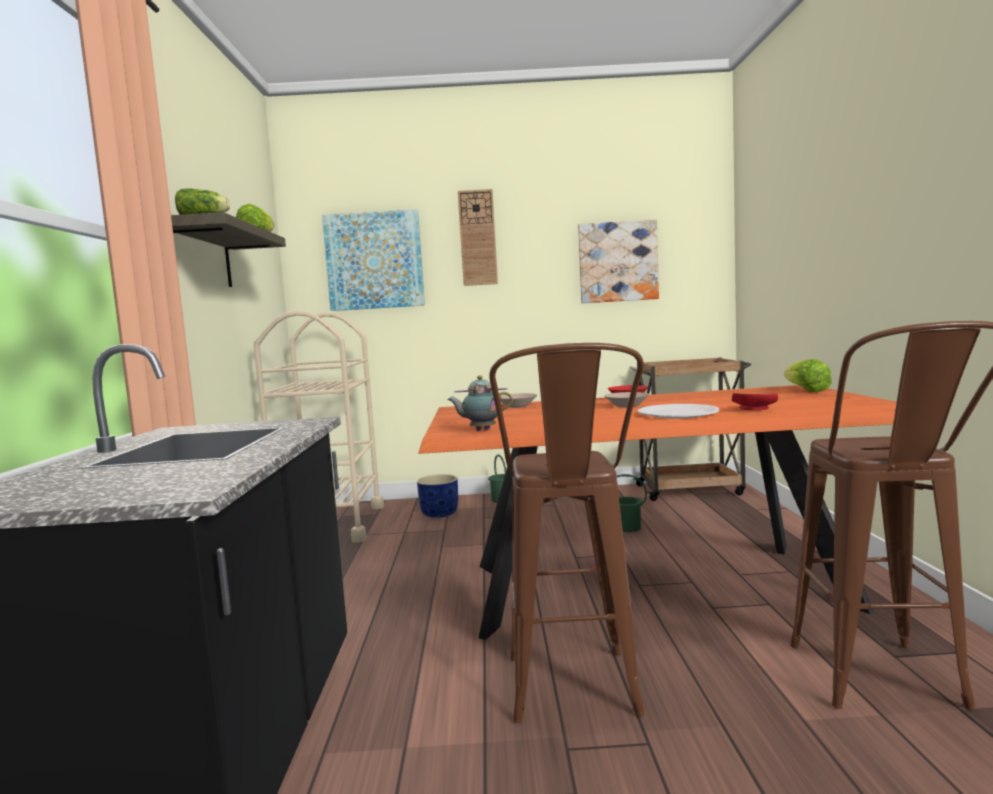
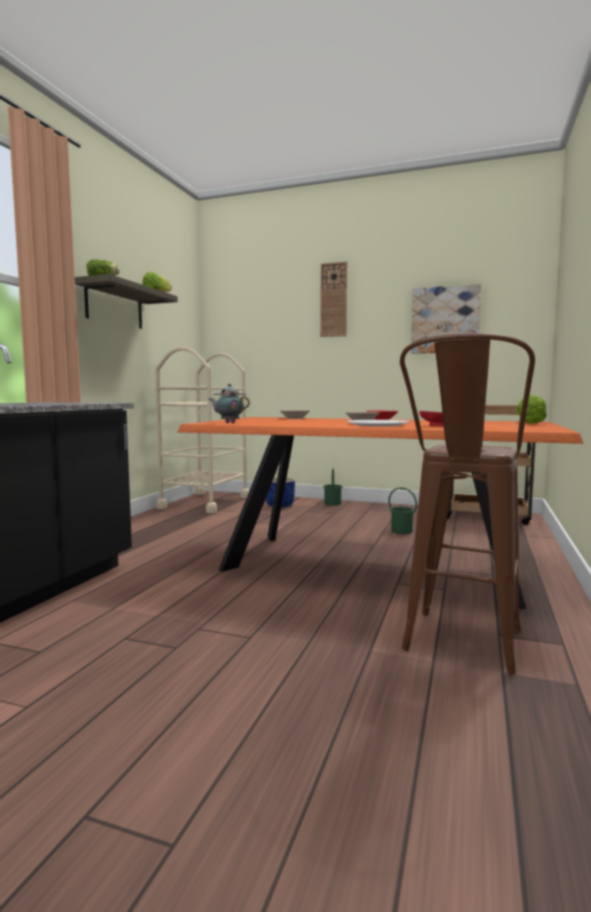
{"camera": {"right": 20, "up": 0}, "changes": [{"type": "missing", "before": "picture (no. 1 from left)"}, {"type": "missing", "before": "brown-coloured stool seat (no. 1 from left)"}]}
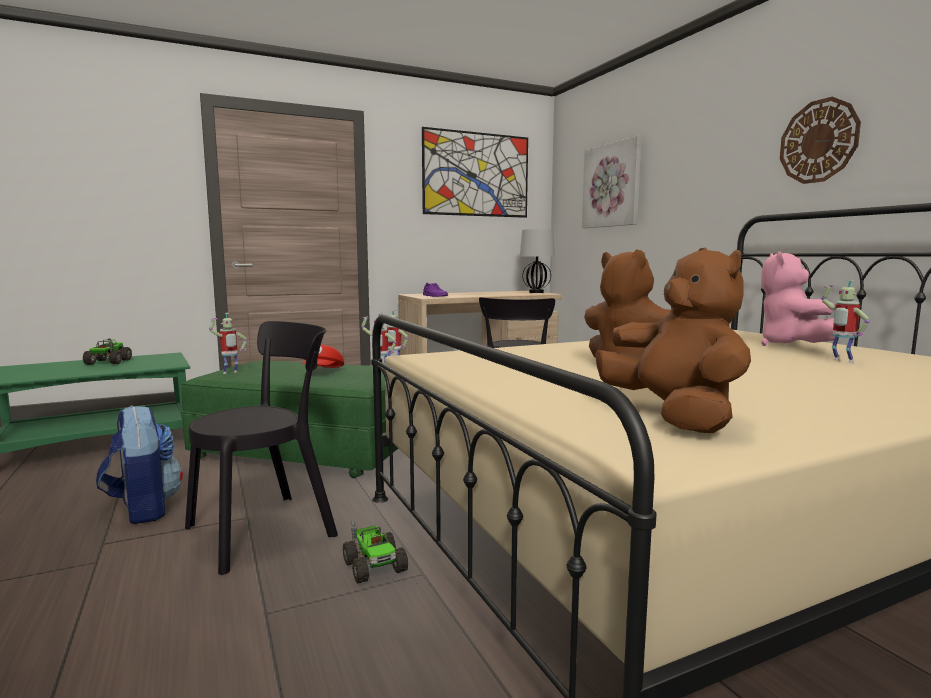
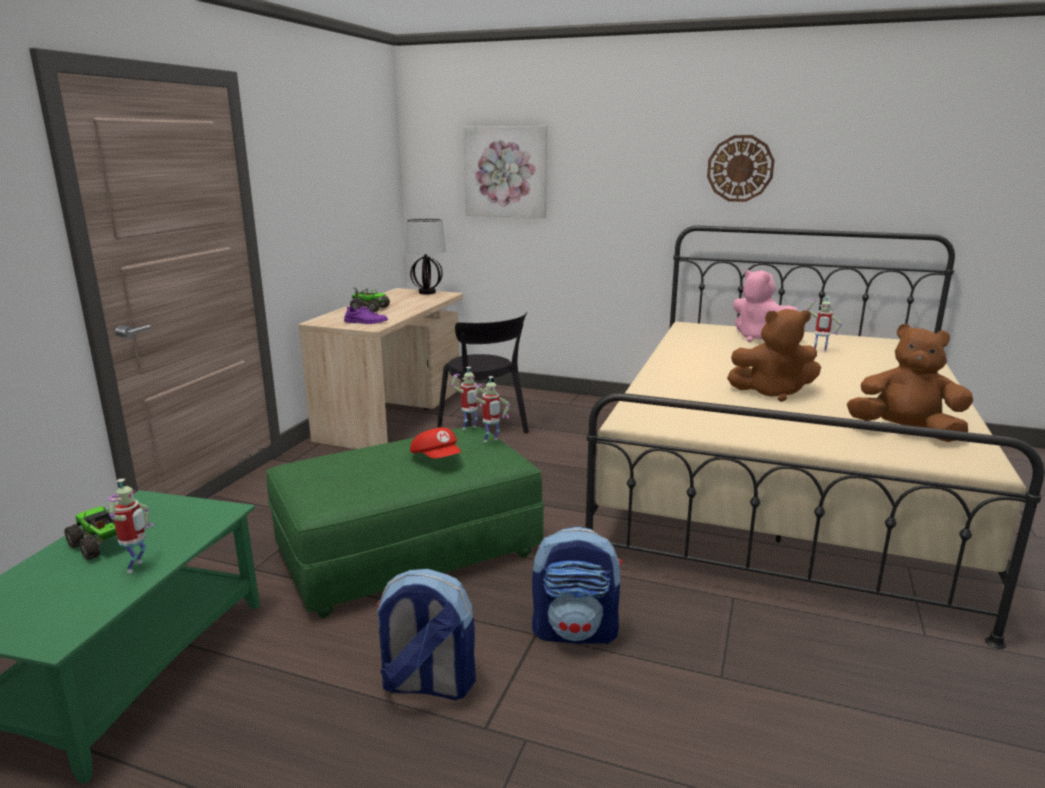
{"camera": {"right": -45, "up": 10}, "changes": [{"type": "missing", "before": "picture (no. 1 from left)"}, {"type": "relocated", "before": "toy robot (no. 1 from left)"}, {"type": "relocated", "before": "toy truck (no. 2 from left)"}, {"type": "exchanged", "before": "black-coloured plain chair (no. 1 from left)", "after": "backpack (no. 2 from left)"}]}
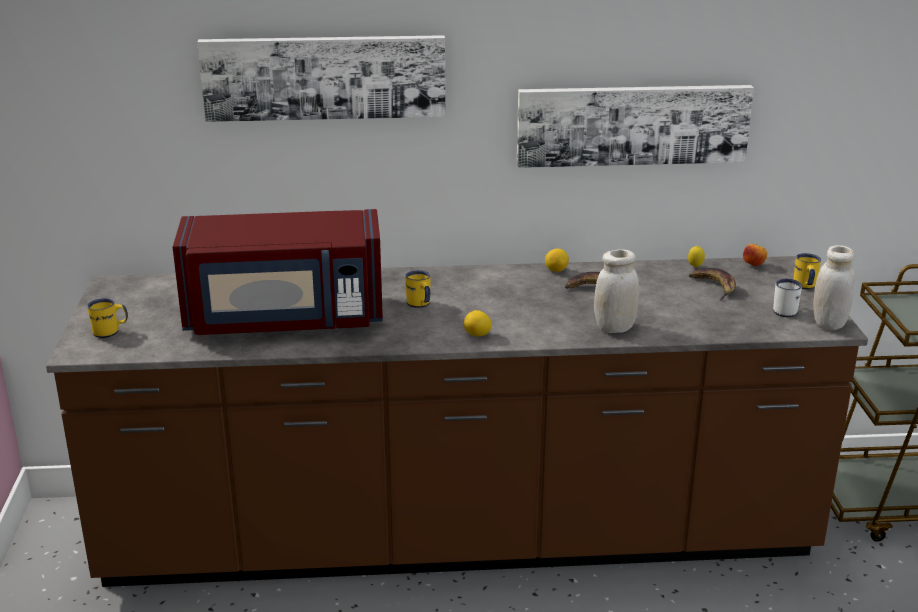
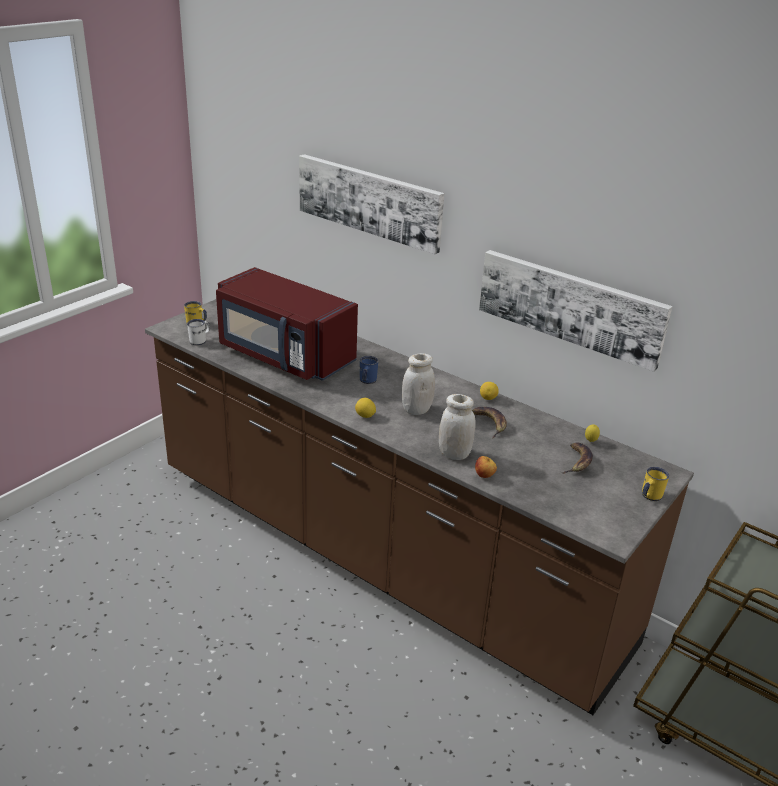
{"camera": {"right": 40, "up": 5}, "changes": [{"type": "relocated", "before": "apple fruit"}, {"type": "relocated", "before": "white-coloured mug"}, {"type": "relocated", "before": "white-coloured storage jar (no. 2 from left in the first image)", "after": "white-coloured storage jar (no. 1 from left)"}, {"type": "colour", "before": "yellow-coloured mug (no. 2 from left)", "after": "blue mug"}]}
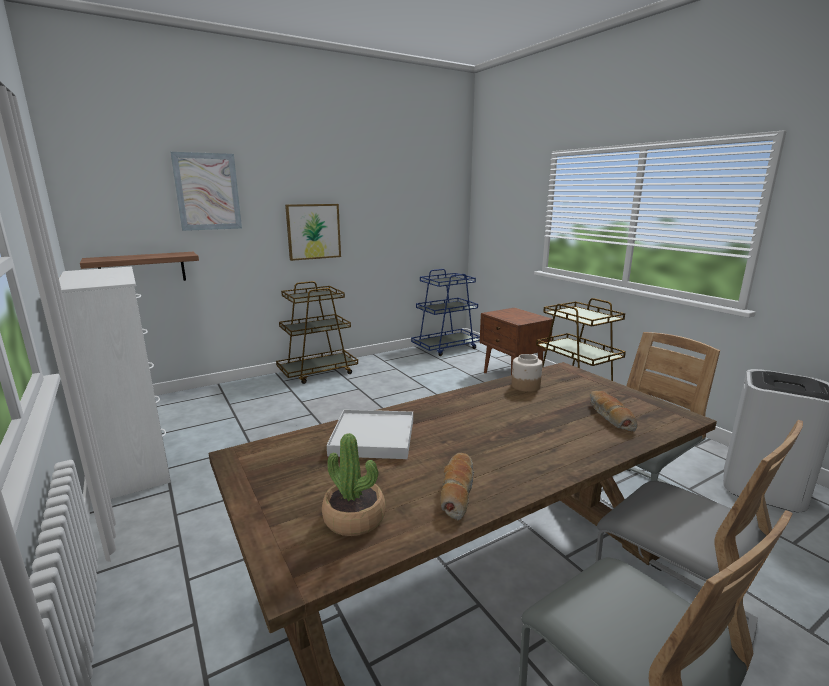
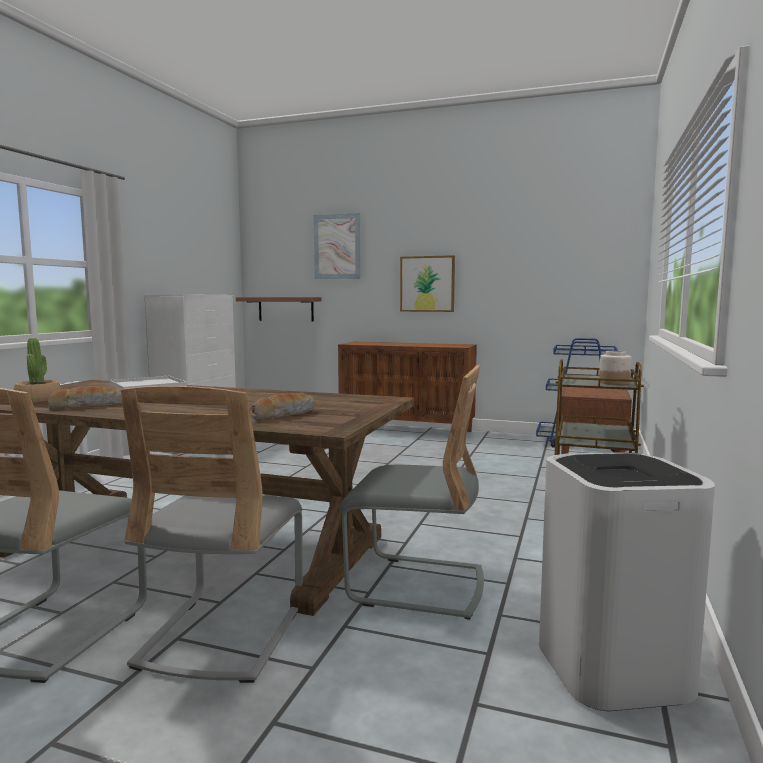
{"camera": {"right": 50, "up": -10}, "changes": [{"type": "relocated", "before": "storage jar"}, {"type": "exchanged", "before": "brown-coloured wheeled cart (no. 1 from left)", "after": "brown-coloured cupboard"}]}
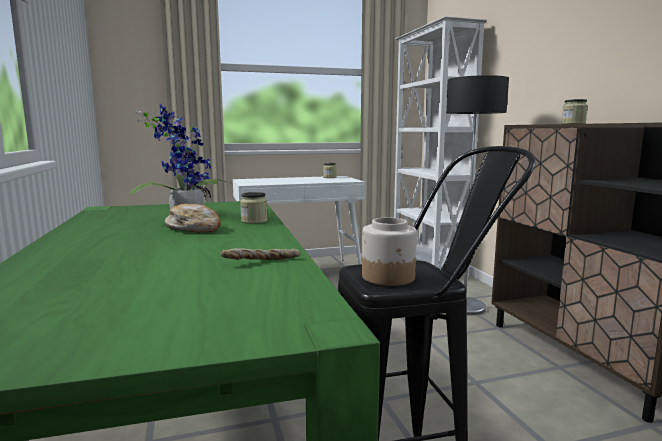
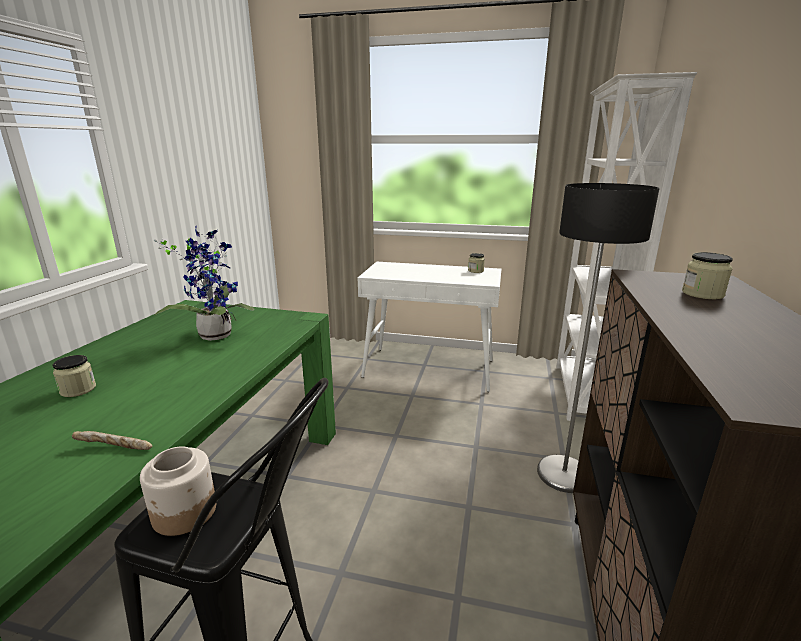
{"camera": {"right": 30, "up": 10}, "changes": [{"type": "missing", "before": "bread (no. 1 from left)"}, {"type": "relocated", "before": "storage jar (no. 1 from left)"}]}
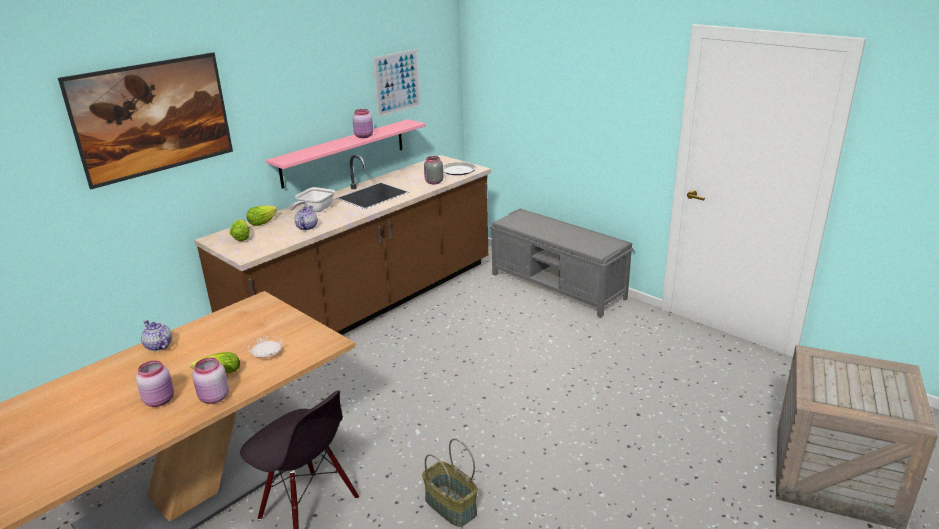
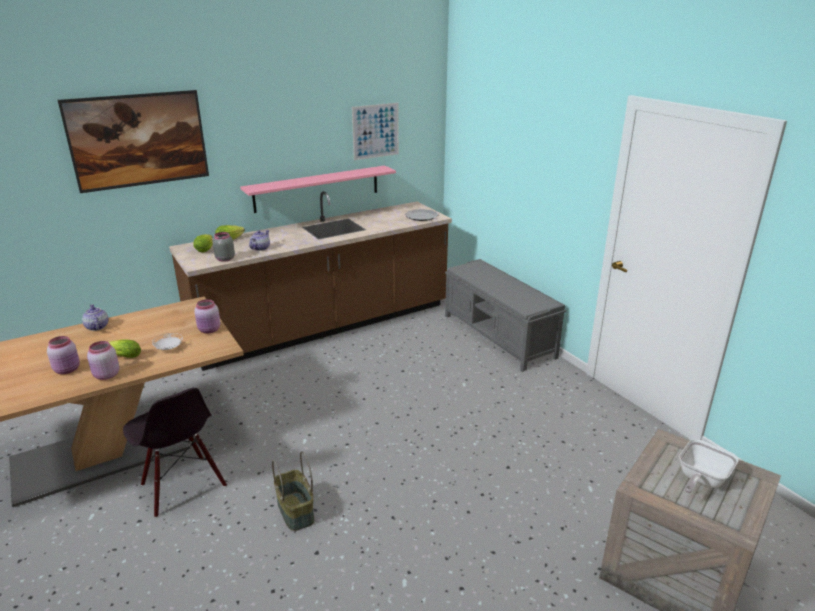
{"camera": {"right": 15, "up": 0}, "changes": [{"type": "relocated", "before": "skillet"}, {"type": "relocated", "before": "pink-coloured storage jar (no. 3 from left)"}, {"type": "relocated", "before": "greyish storage jar"}]}
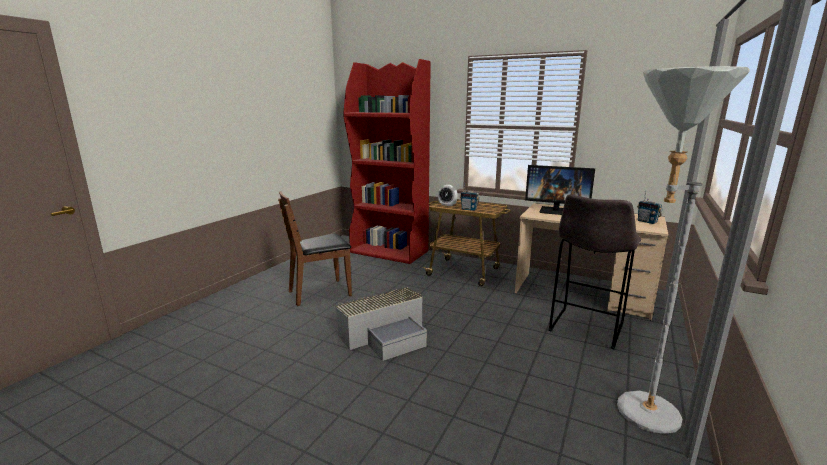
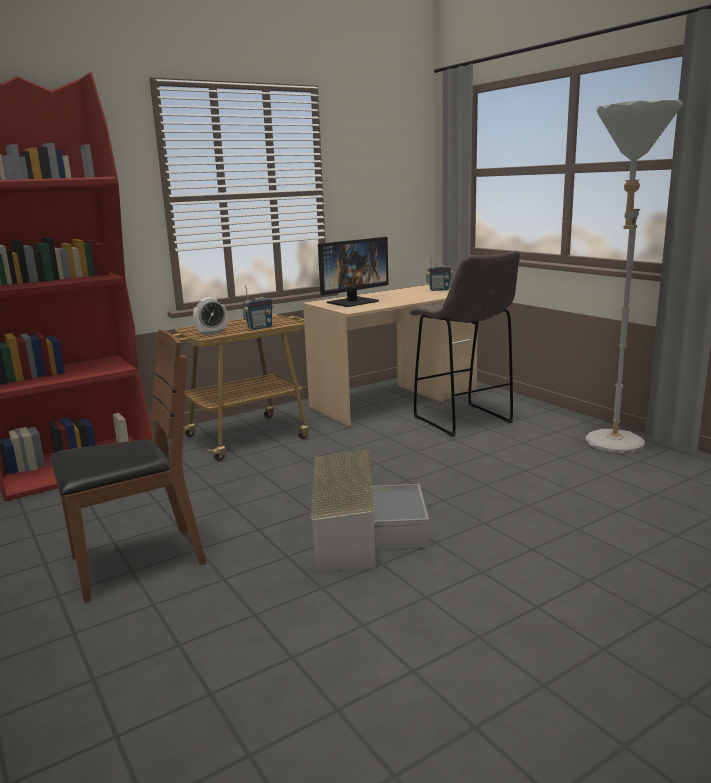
{"camera": {"right": -60, "up": 0}, "changes": [{"type": "spun", "before": "brown-coloured plain chair", "turn": -120}]}
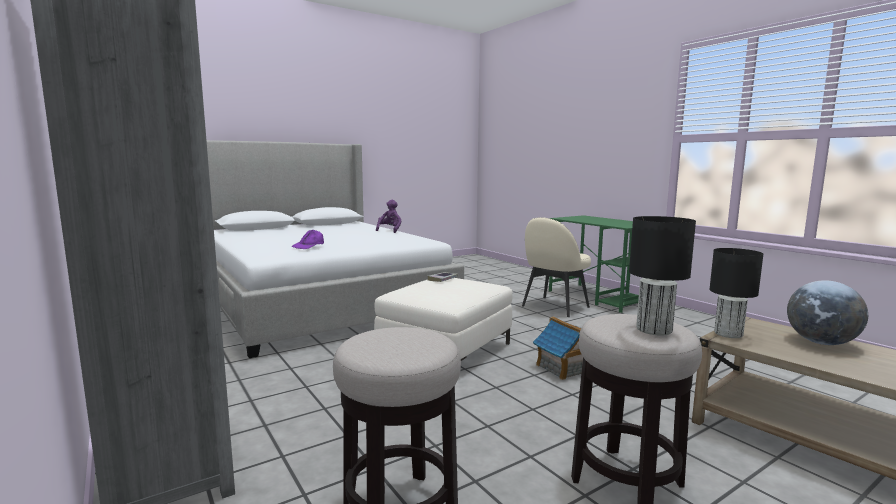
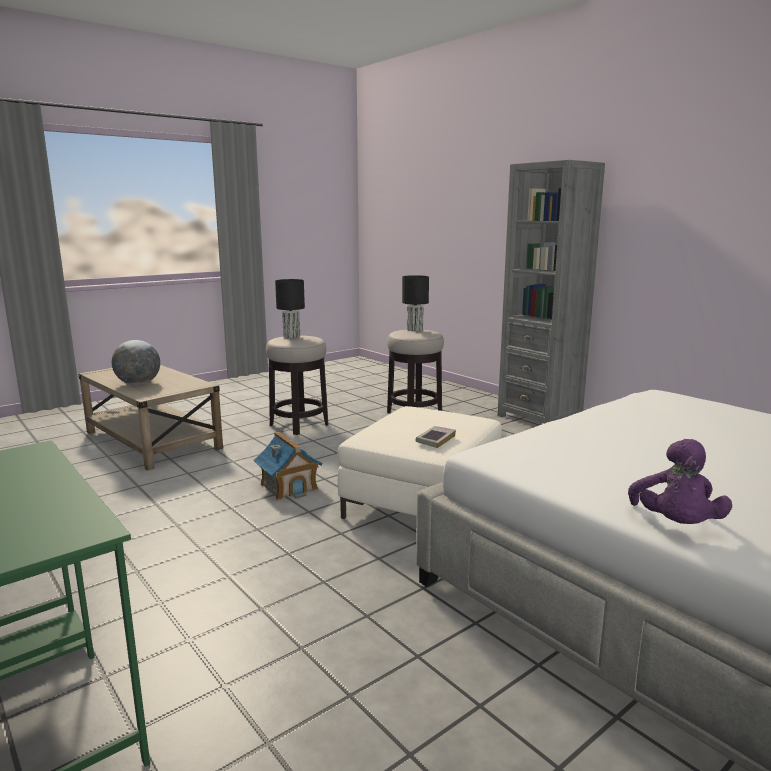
{"camera": {"right": 175, "up": 5}, "changes": [{"type": "missing", "before": "purplish baseball cap"}, {"type": "missing", "before": "beige-coloured plain chair"}, {"type": "relocated", "before": "black-coloured table lamp (no. 2 from left)"}]}
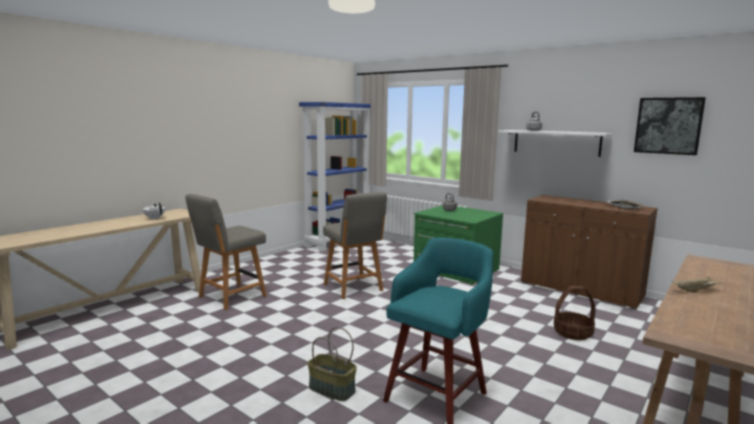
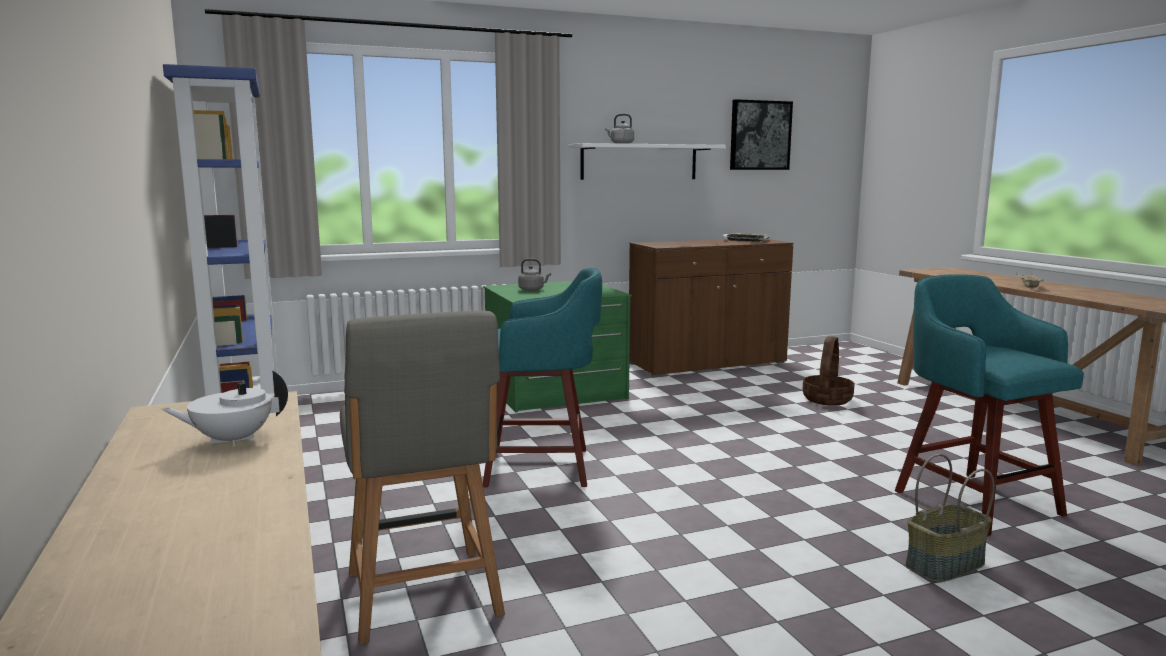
{"camera": {"right": -60, "up": 0}, "changes": [{"type": "exchanged", "before": "greyish plain chair (no. 2 from left)", "after": "turquoise stool seat (no. 1 from left)"}]}
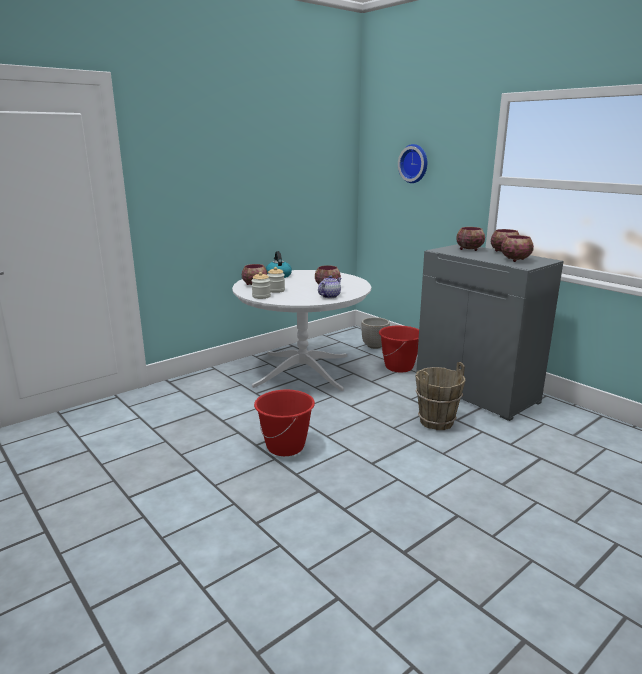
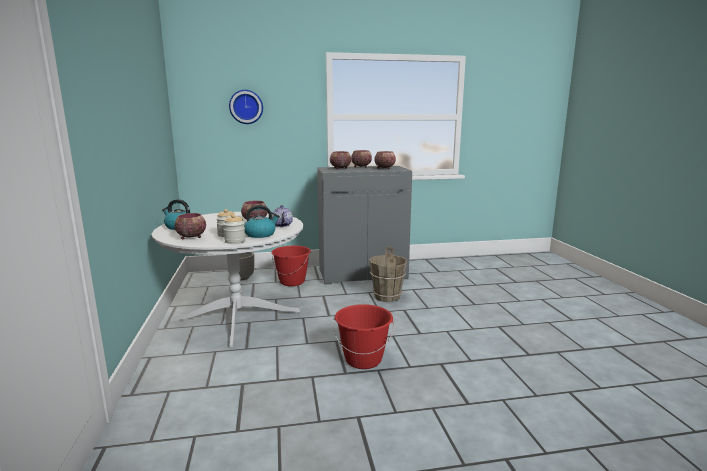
{"camera": {"right": -60, "up": -5}, "changes": [{"type": "appeared", "after": "tea kettle (no. 2 from left)"}]}
